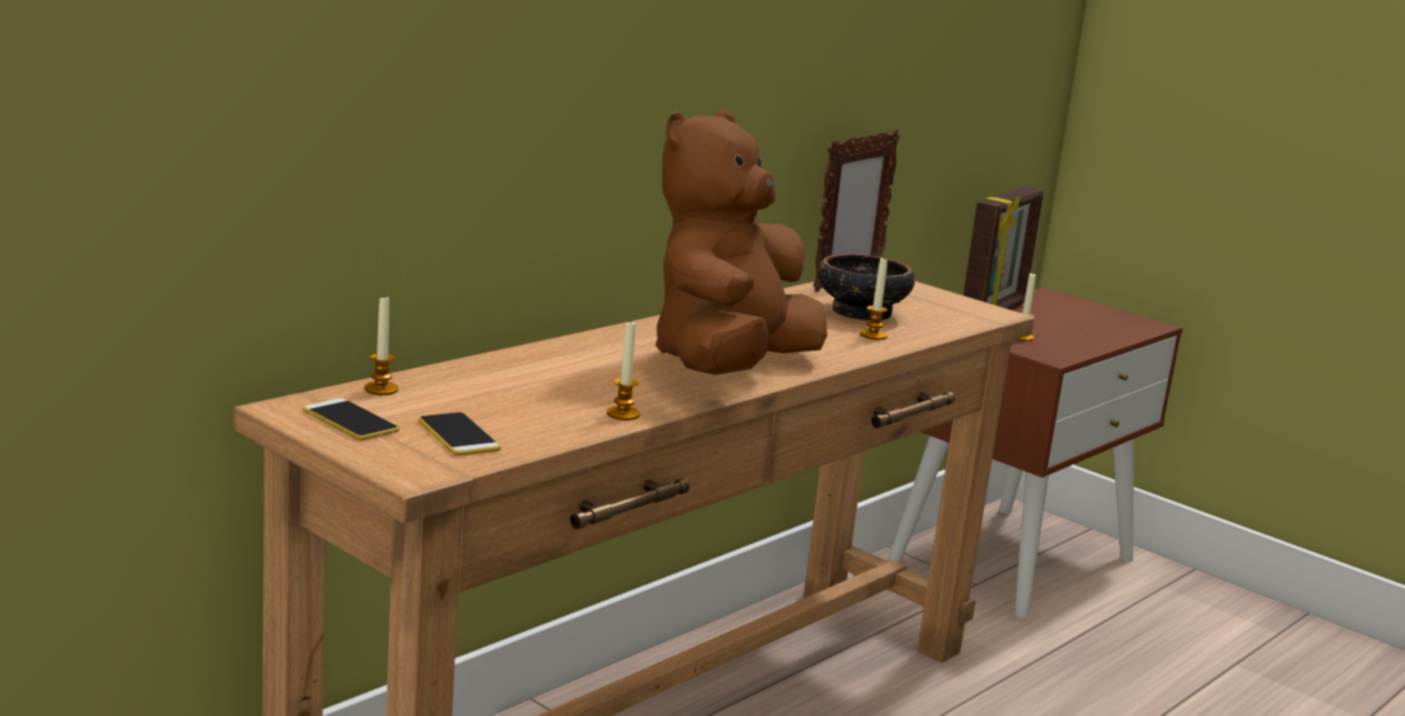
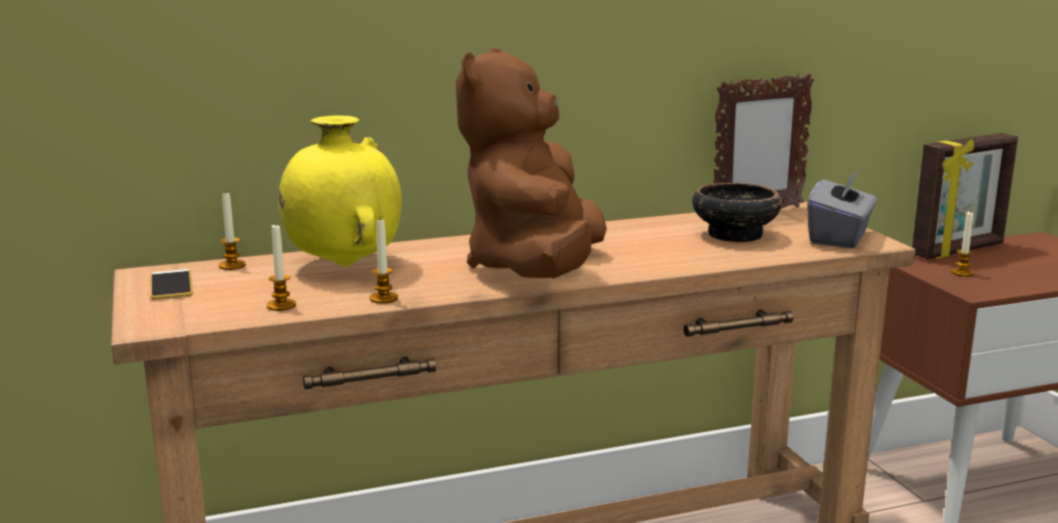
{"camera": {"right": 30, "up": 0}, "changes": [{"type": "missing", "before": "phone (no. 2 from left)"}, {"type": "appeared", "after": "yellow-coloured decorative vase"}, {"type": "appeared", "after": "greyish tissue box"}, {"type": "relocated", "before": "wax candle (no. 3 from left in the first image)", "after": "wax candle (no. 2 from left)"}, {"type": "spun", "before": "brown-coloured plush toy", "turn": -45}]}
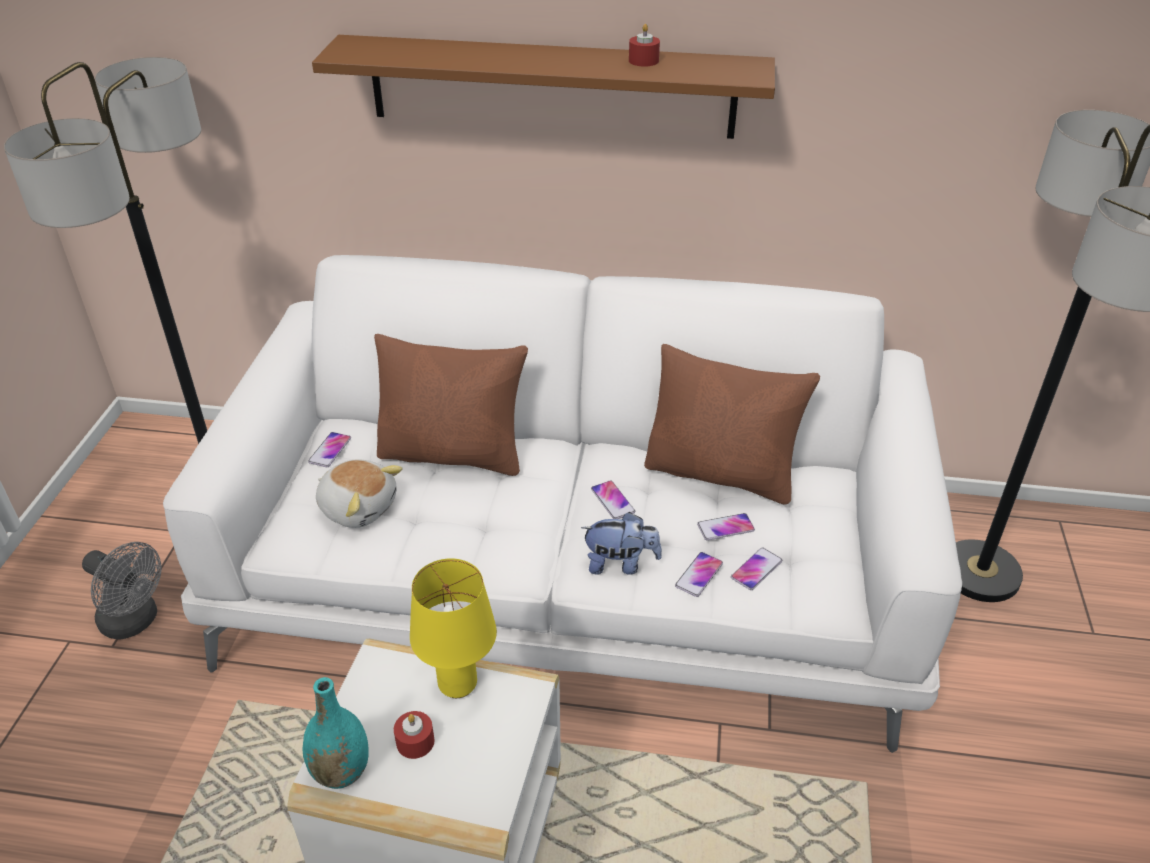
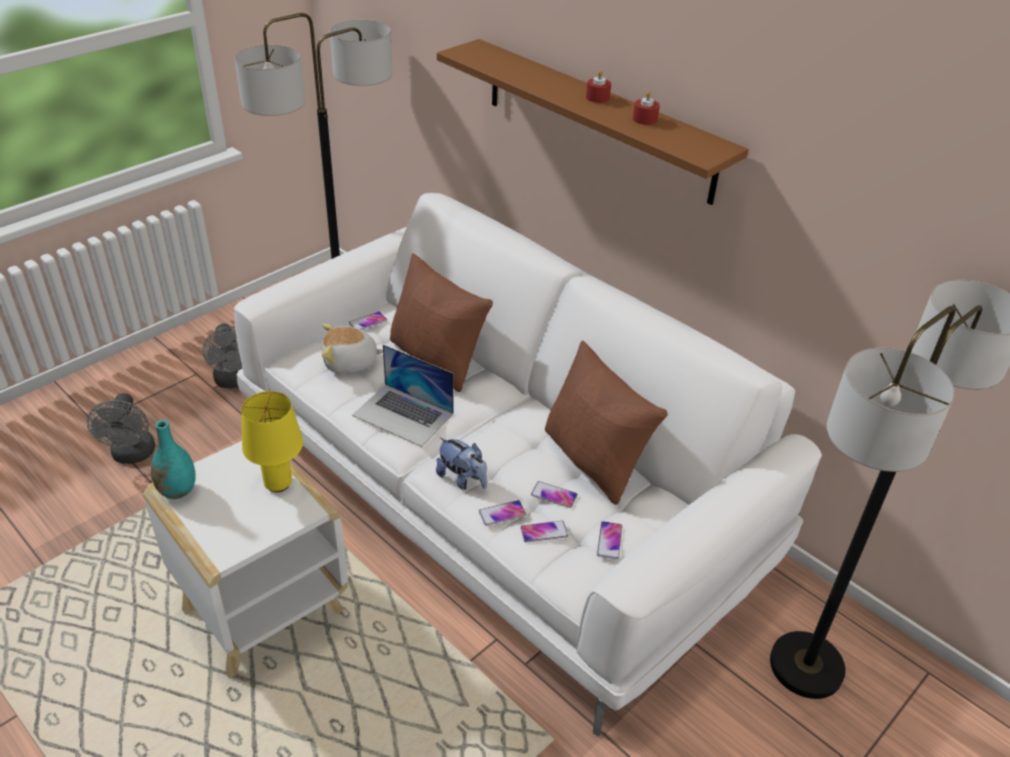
{"camera": {"right": 35, "up": 0}, "changes": [{"type": "appeared", "after": "greyish fan (no. 1 from left)"}, {"type": "appeared", "after": "notebook computer"}, {"type": "relocated", "before": "red wax candle (no. 1 from left)"}, {"type": "relocated", "before": "phone (no. 2 from left in the first image)", "after": "phone (no. 5 from left)"}, {"type": "spun", "before": "plush toy (no. 1 from left)", "turn": 105}]}
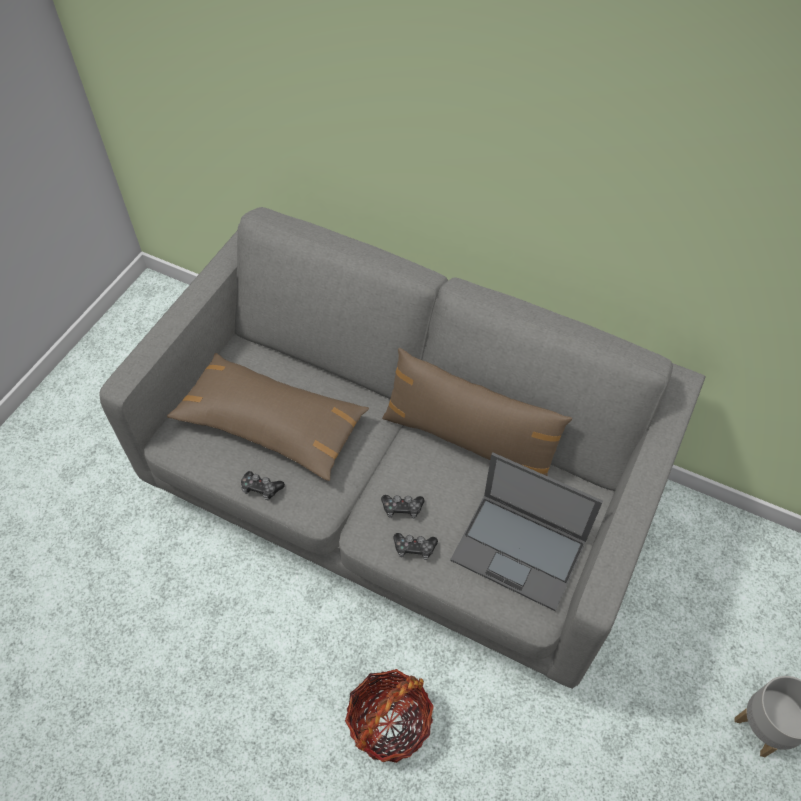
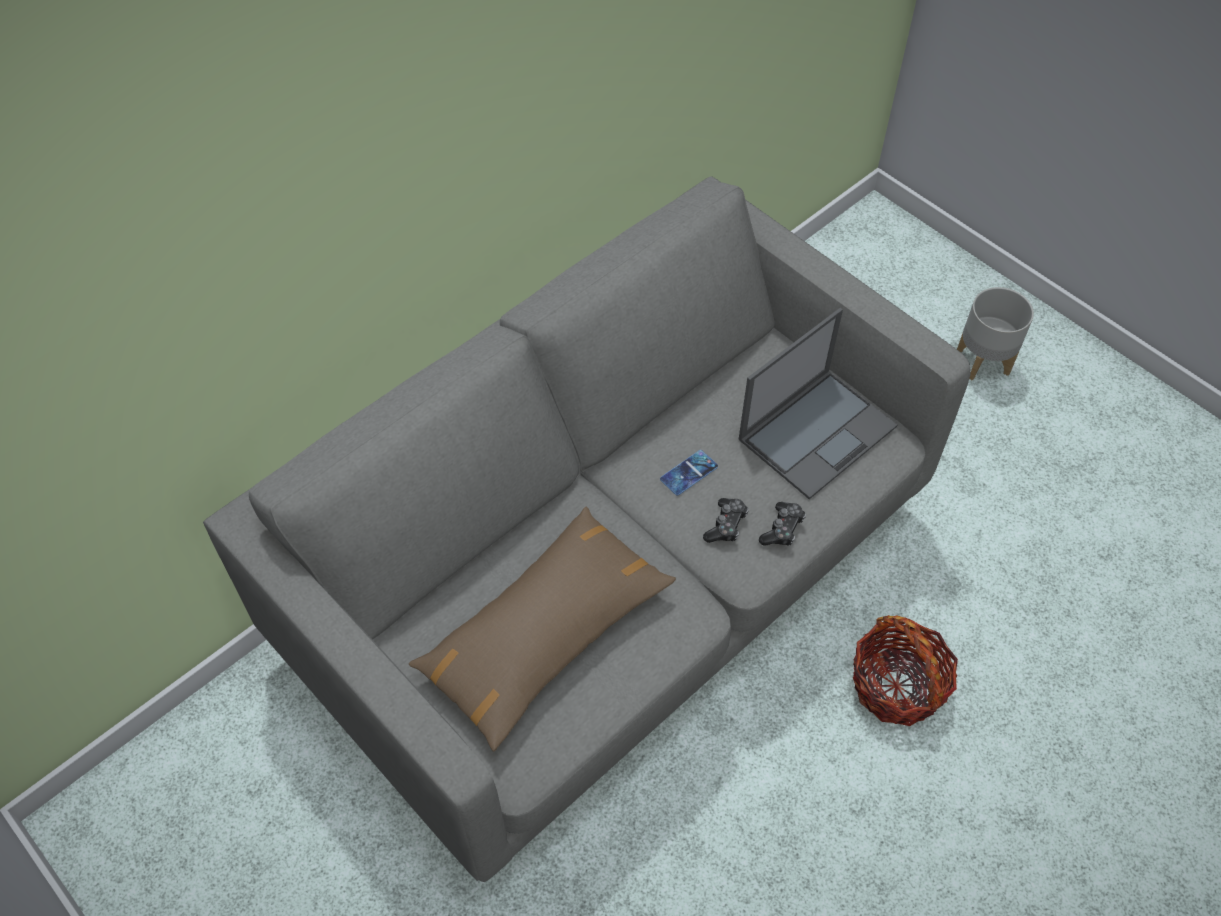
{"camera": {"right": -70, "up": 0}, "changes": [{"type": "missing", "before": "gamepad (no. 1 from left)"}, {"type": "missing", "before": "brown-coloured cushion (no. 2 from left)"}, {"type": "appeared", "after": "phone"}]}
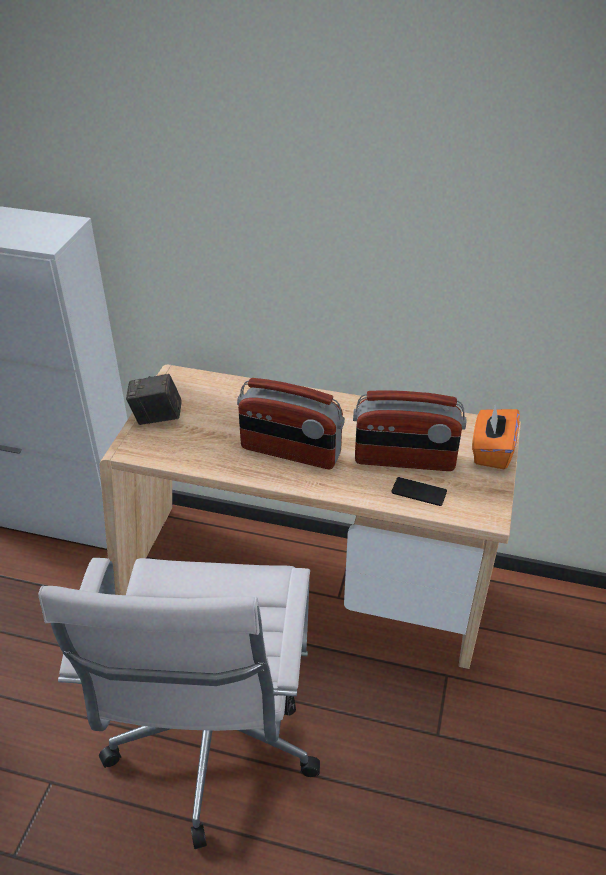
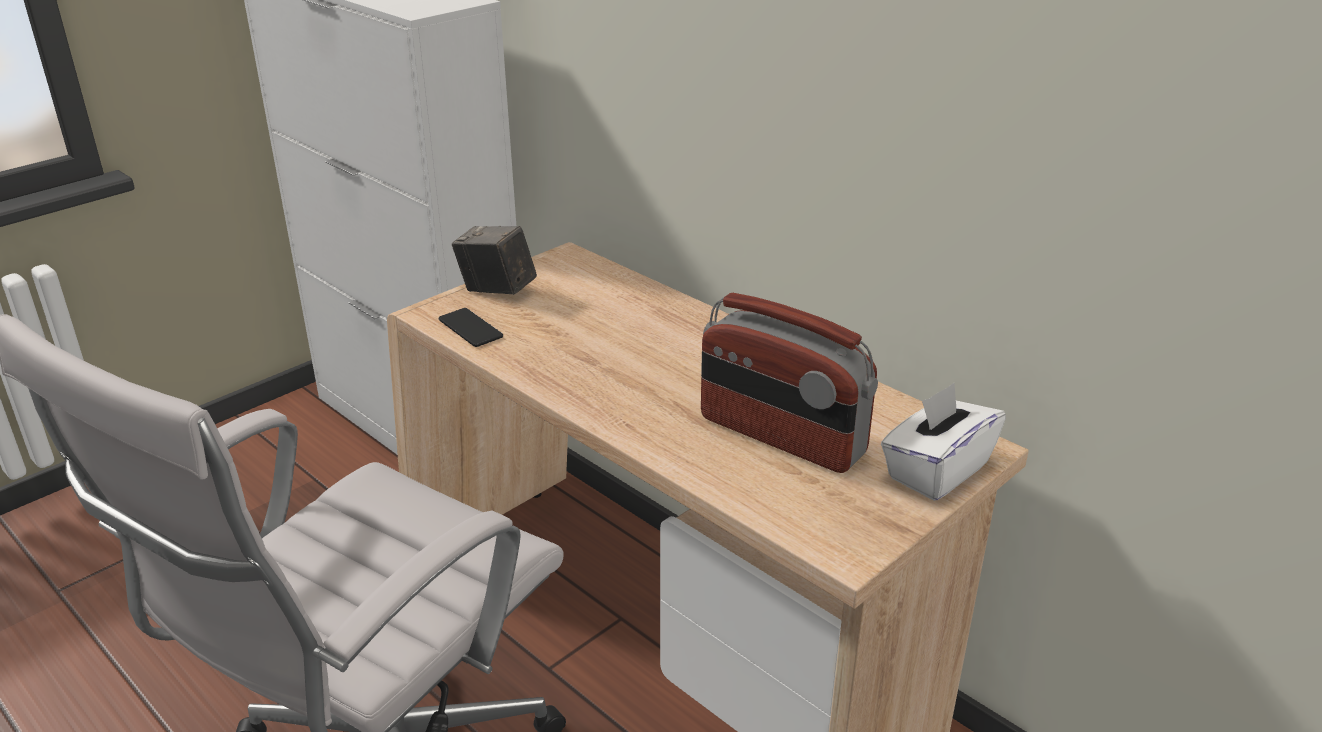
{"camera": {"right": 30, "up": -10}, "changes": [{"type": "missing", "before": "radio (no. 1 from left)"}, {"type": "relocated", "before": "phone"}, {"type": "colour", "before": "orange-coloured tissue box", "after": "white-coloured tissue box"}]}
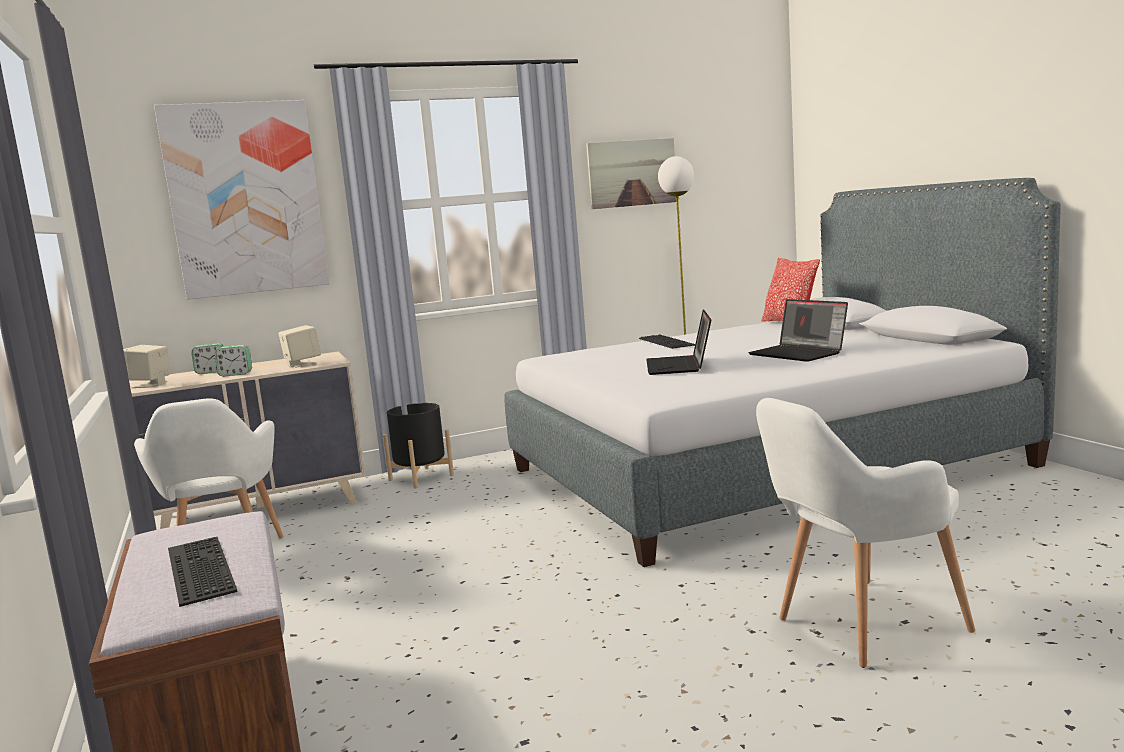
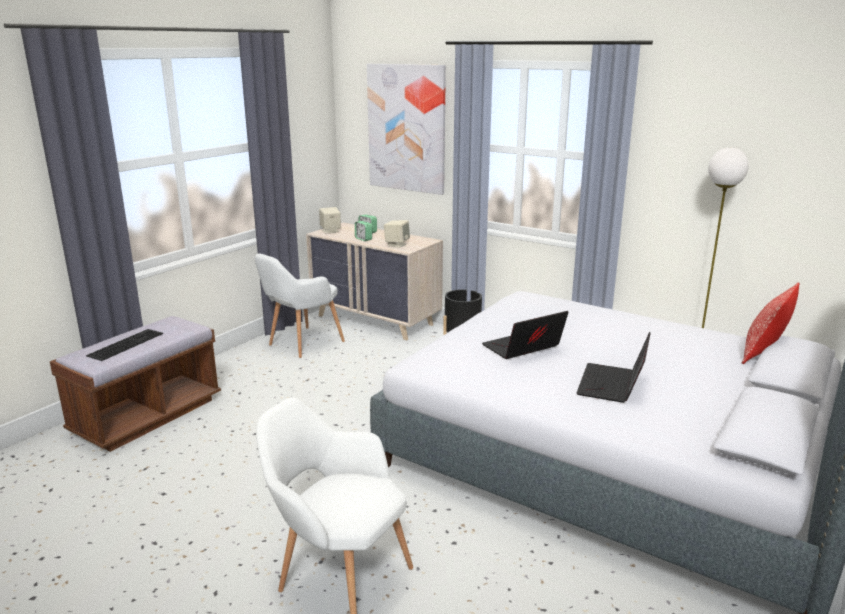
{"camera": {"right": 55, "up": 10}, "changes": [{"type": "missing", "before": "picture (no. 2 from left)"}, {"type": "missing", "before": "computer keyboard (no. 2 from left)"}]}
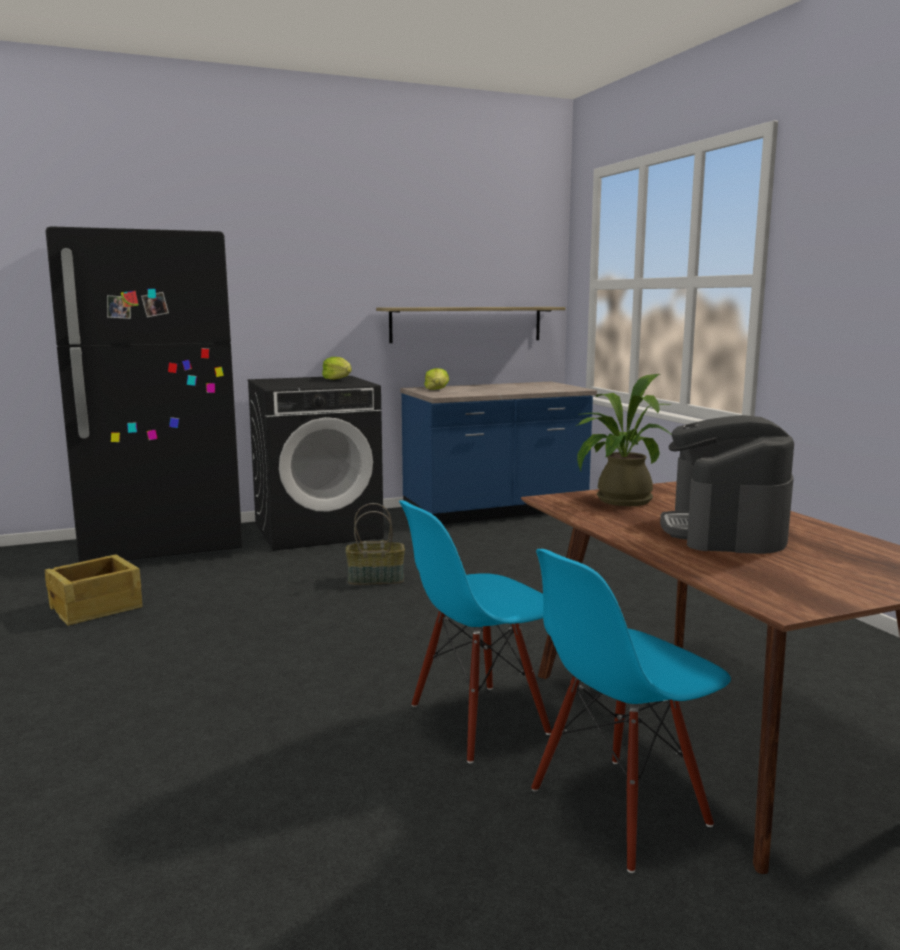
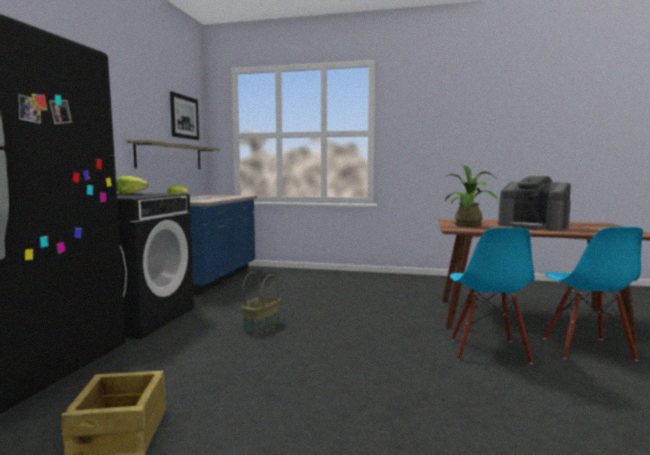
{"camera": {"right": -55, "up": -5}, "changes": [{"type": "appeared", "after": "picture"}]}
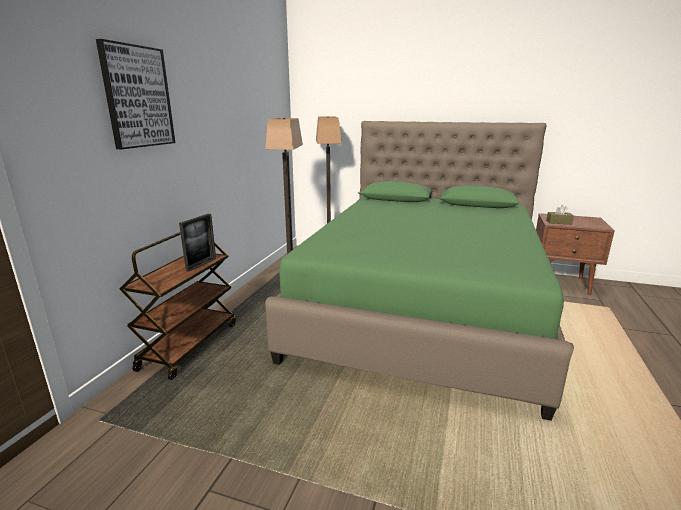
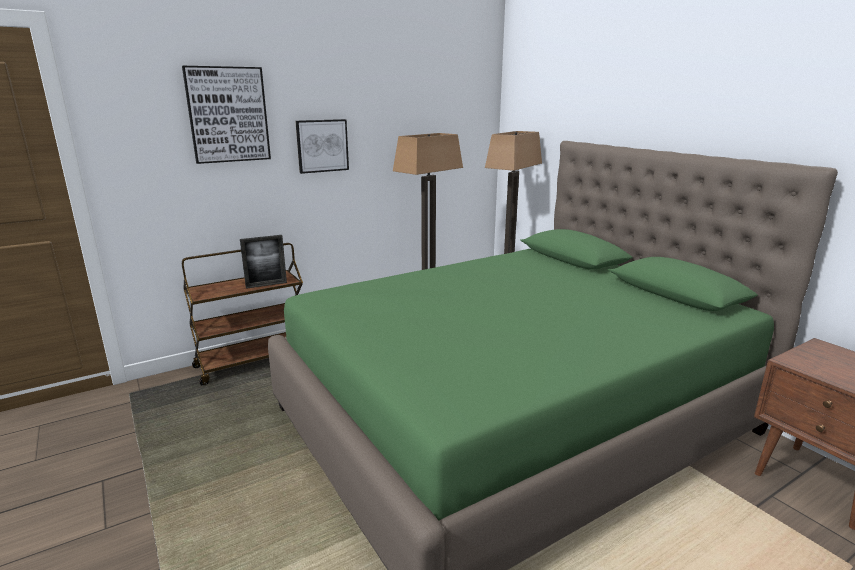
{"camera": {"right": 40, "up": 0}, "changes": [{"type": "missing", "before": "brown-coloured tissue box"}, {"type": "appeared", "after": "picture (no. 2 from left)"}]}
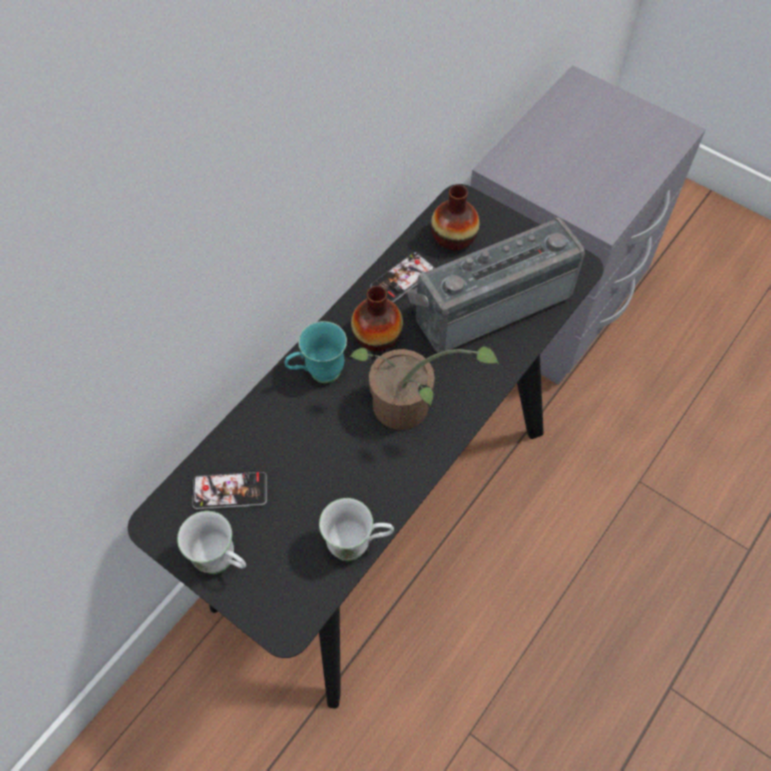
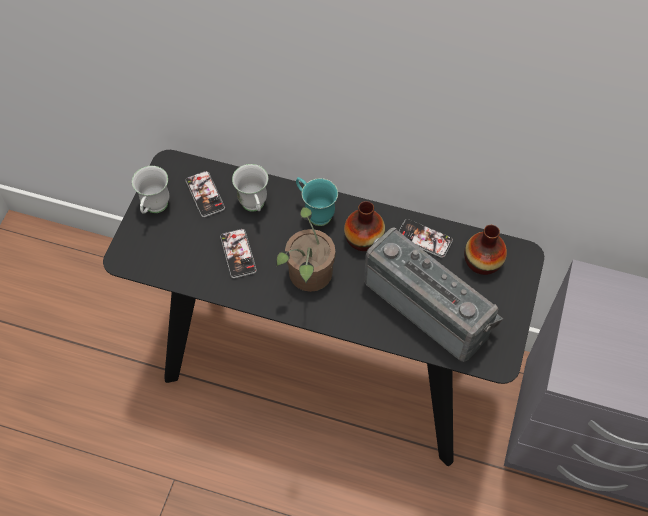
{"camera": {"right": 70, "up": 0}, "changes": [{"type": "appeared", "after": "phone (no. 2 from left)"}, {"type": "relocated", "before": "white-coloured mug (no. 2 from left)"}]}
